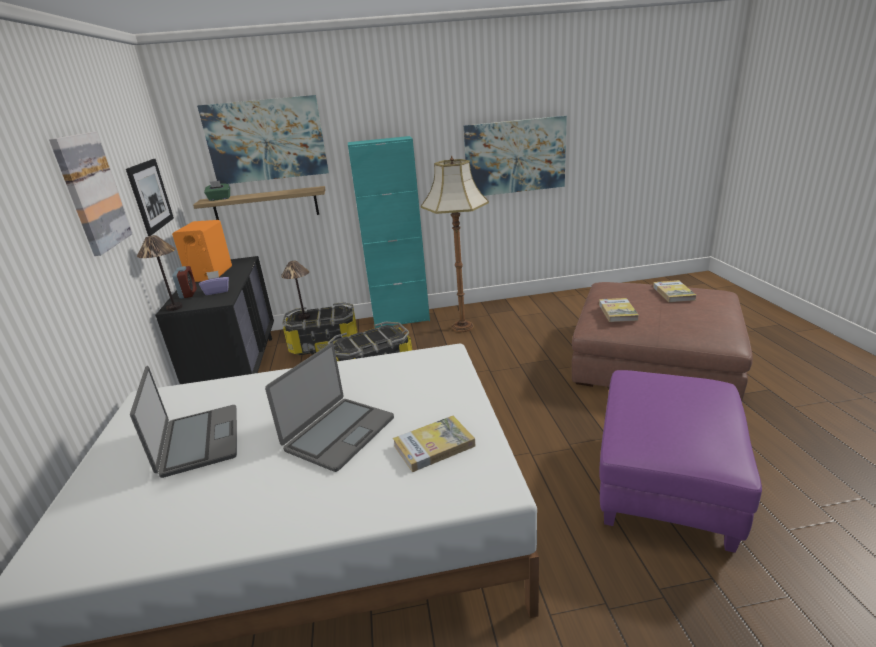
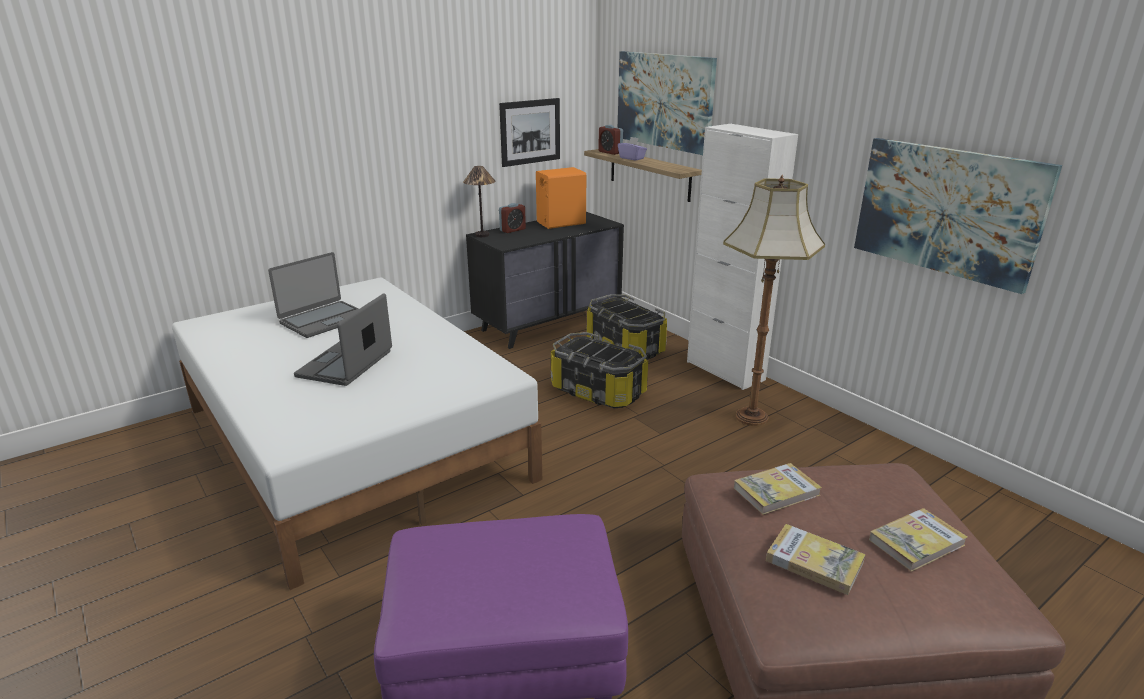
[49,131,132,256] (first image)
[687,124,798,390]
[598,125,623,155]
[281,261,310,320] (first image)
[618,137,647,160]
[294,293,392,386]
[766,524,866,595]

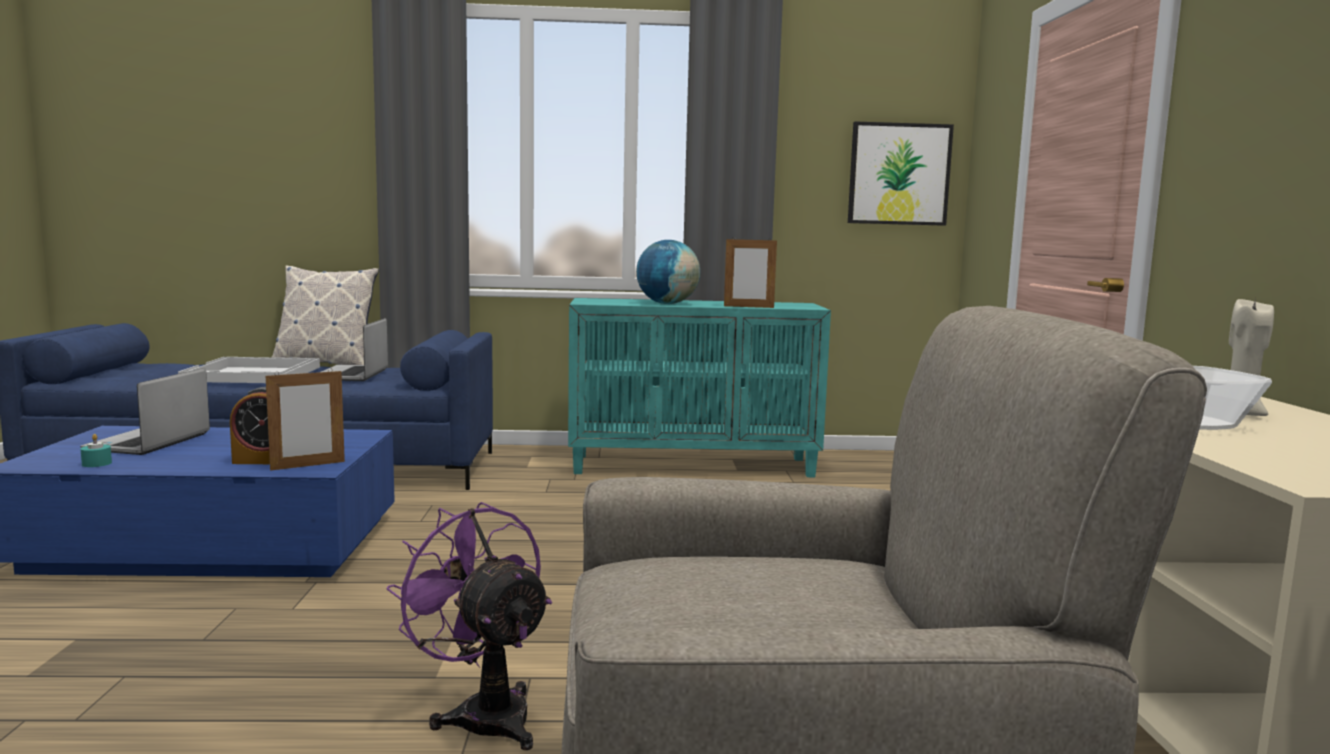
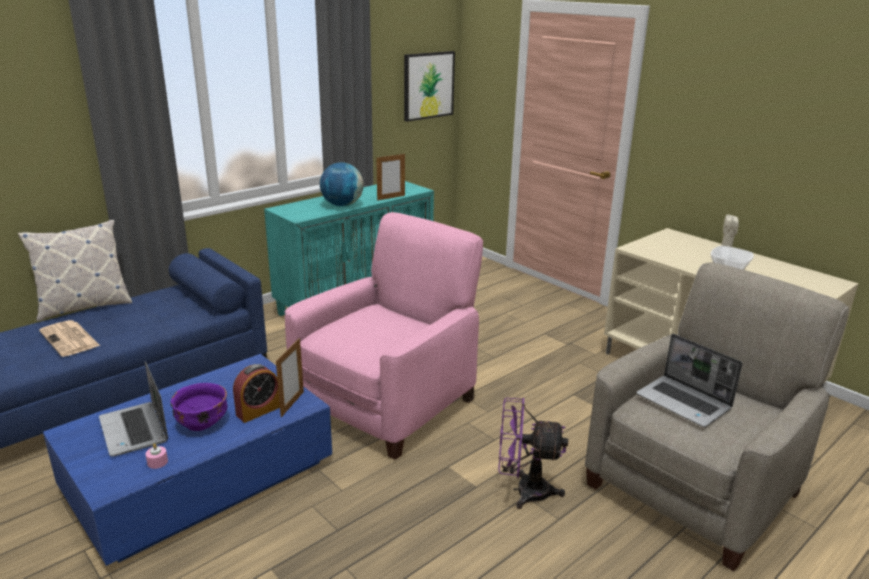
[636,334,742,427]
[39,320,100,357]
[145,443,168,469]
[285,212,483,460]
[170,383,227,431]

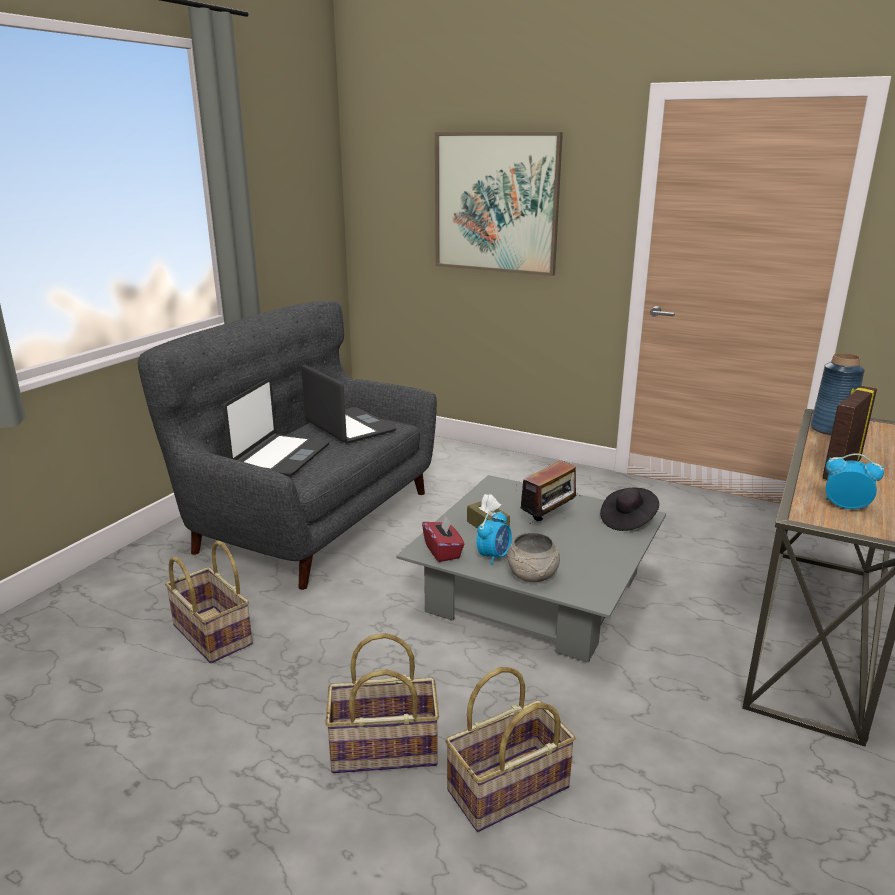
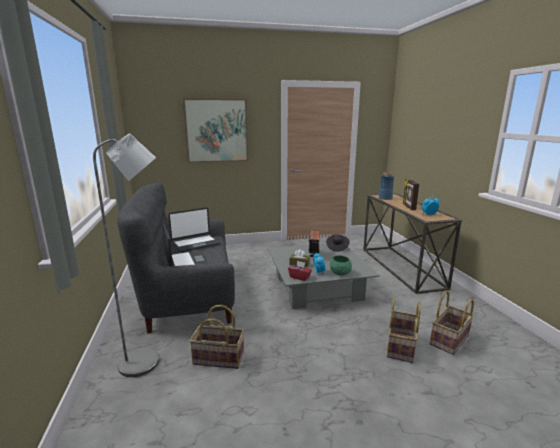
[168,207,220,252]
[330,255,352,275]
[430,291,474,355]
[93,133,159,377]

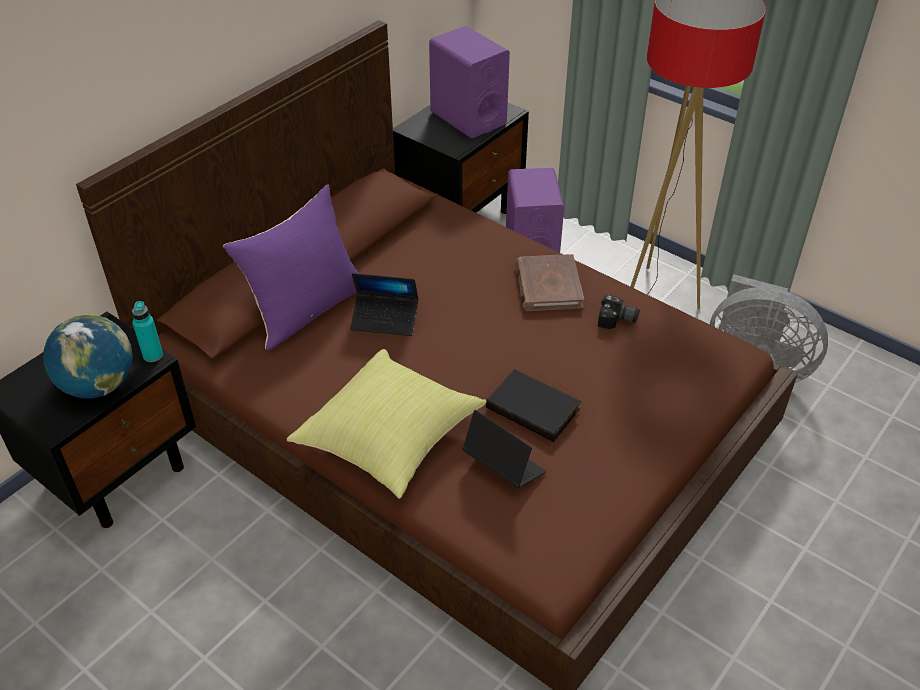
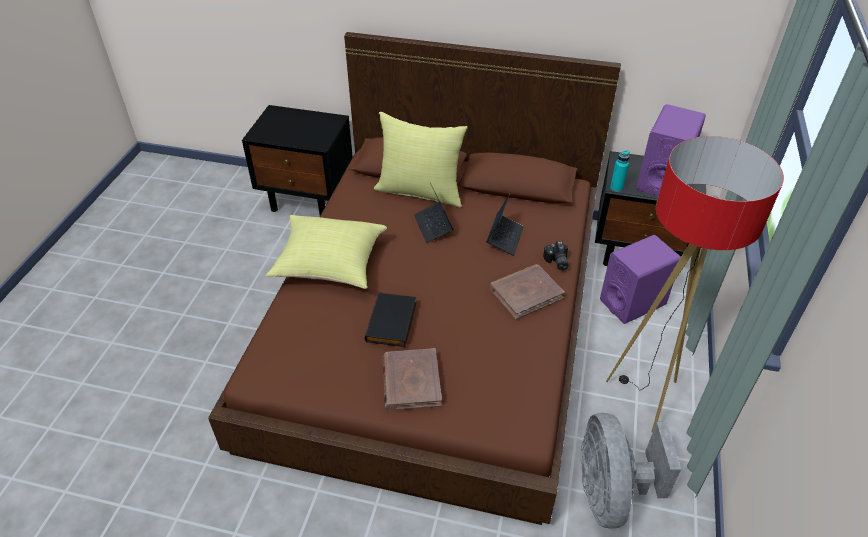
[374,112,468,208]
[543,241,569,271]
[610,150,630,192]
[43,314,133,399] (first image)
[486,194,524,256]
[382,348,442,411]

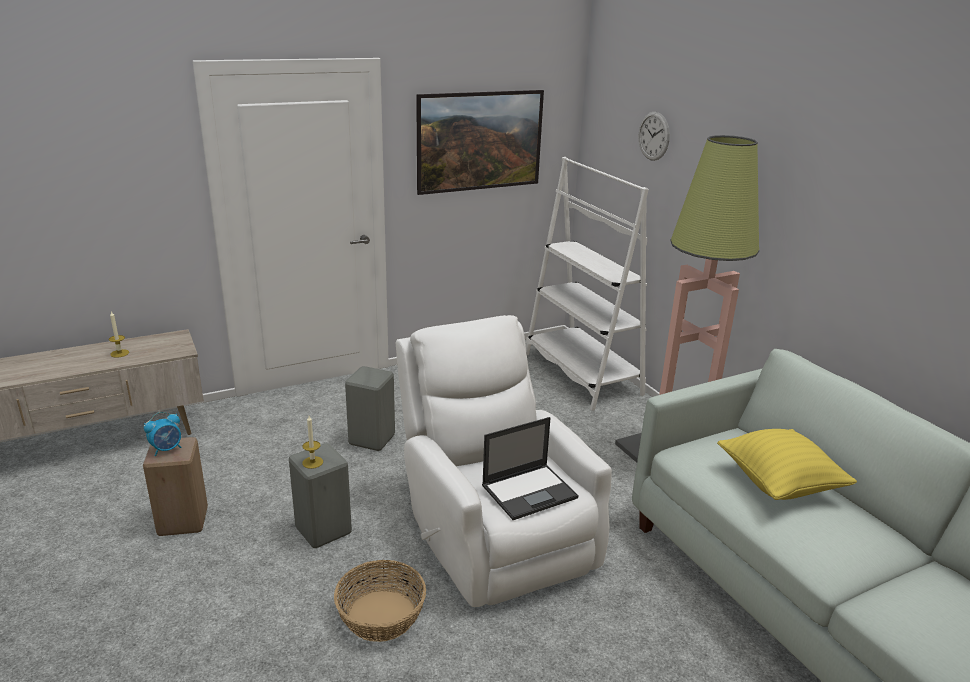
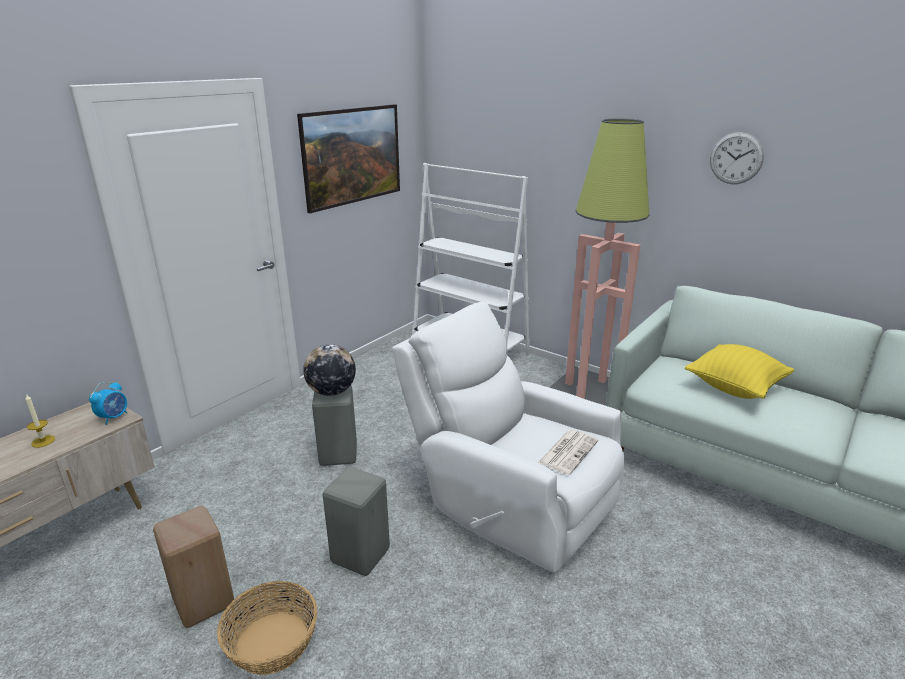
[710,132,764,184]
[89,382,128,425]
[302,416,323,469] (first image)
[538,430,598,475]
[217,581,317,675]
[303,344,356,396]

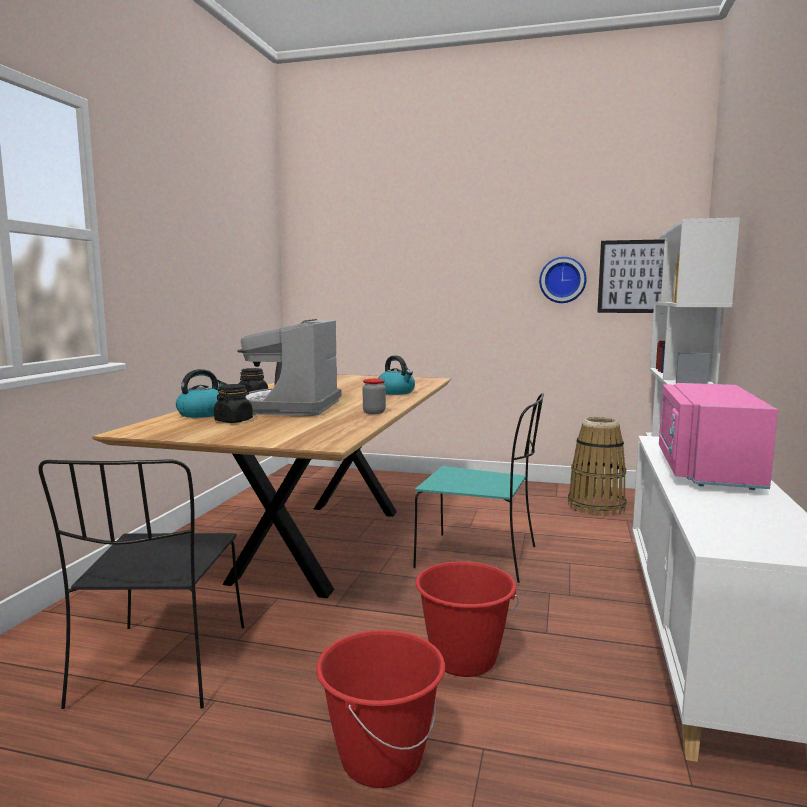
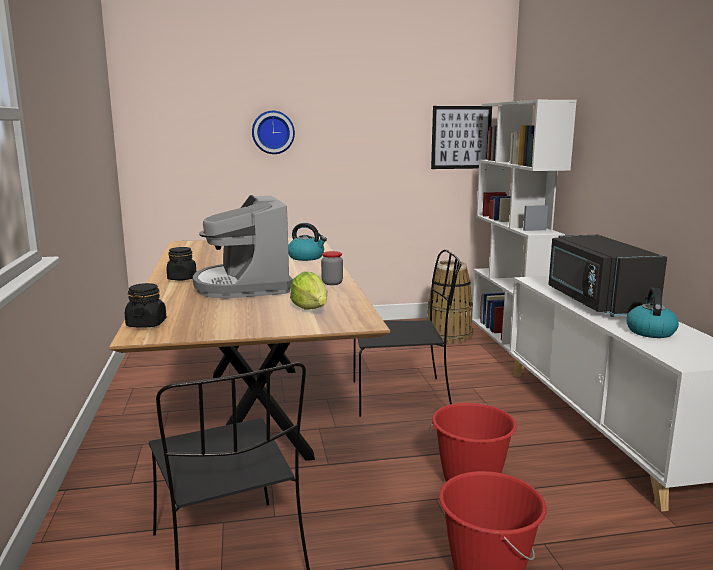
[252,111,295,154]
[626,288,679,338]
[548,235,667,317]
[125,283,166,328]
[354,249,461,417]
[290,272,327,309]

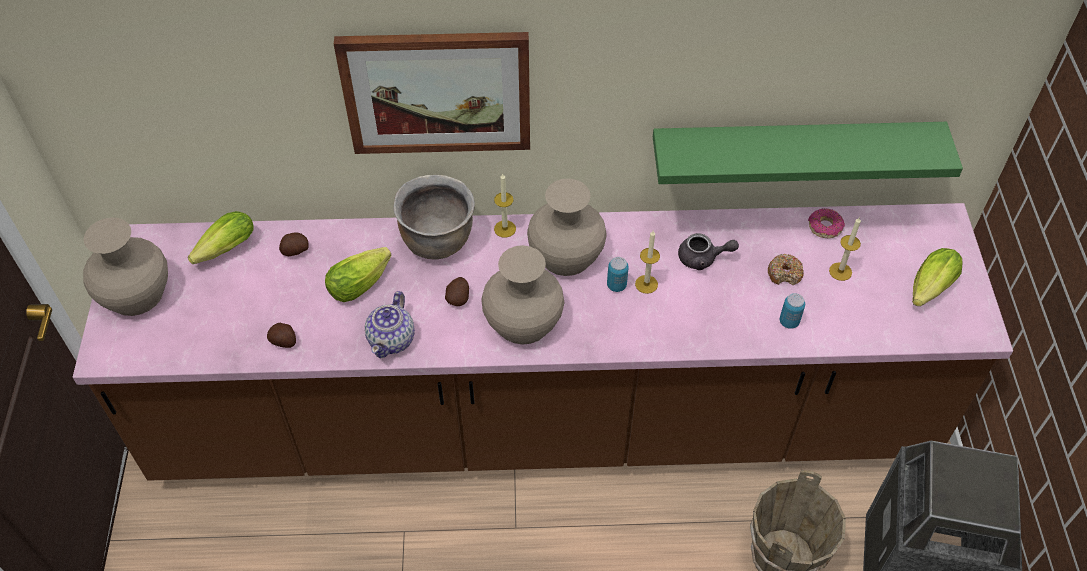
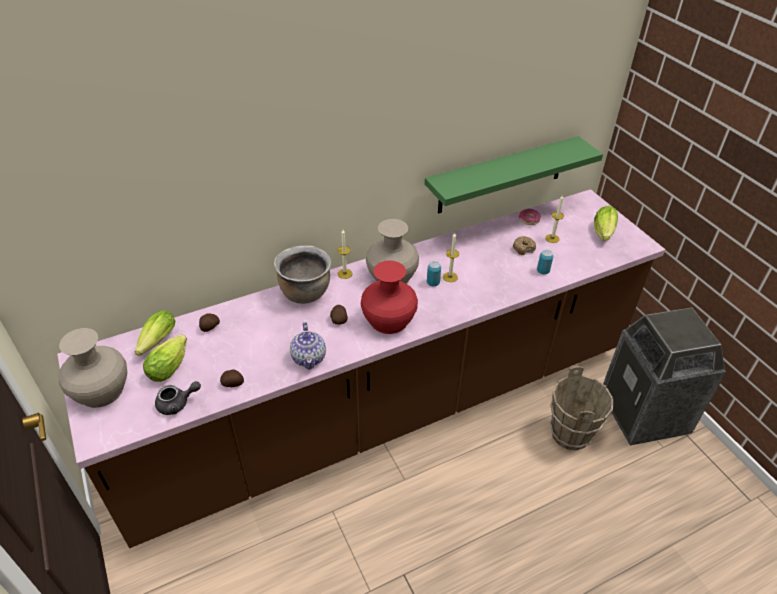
[334,32,530,154] (first image)
[155,381,201,415]
[361,260,418,334]
[143,334,187,382]

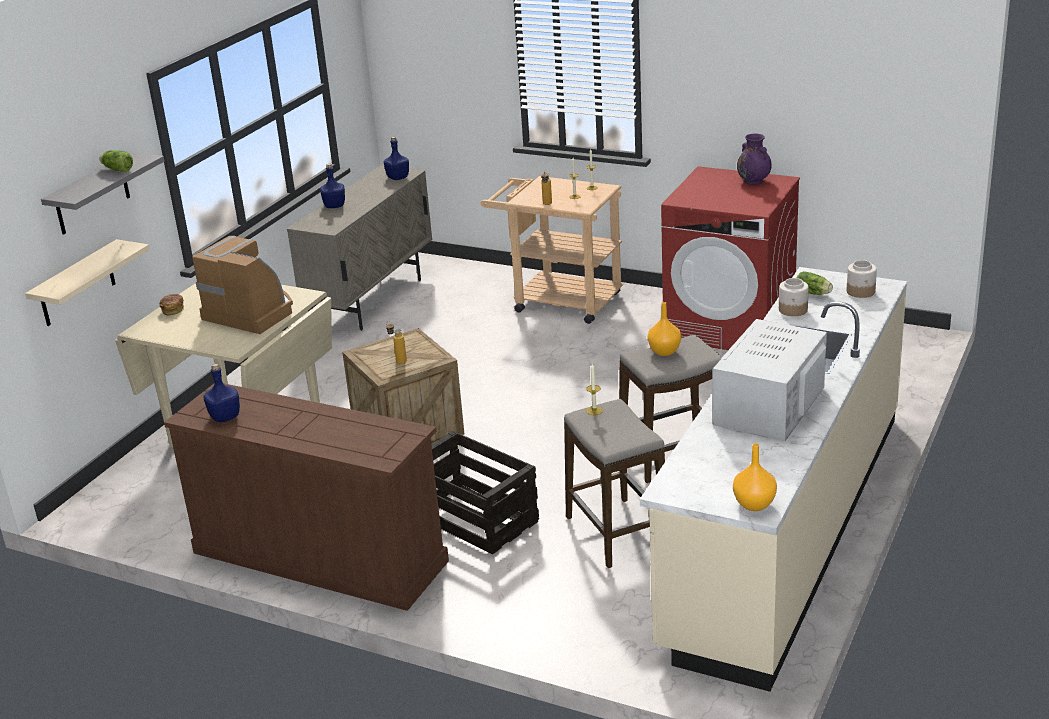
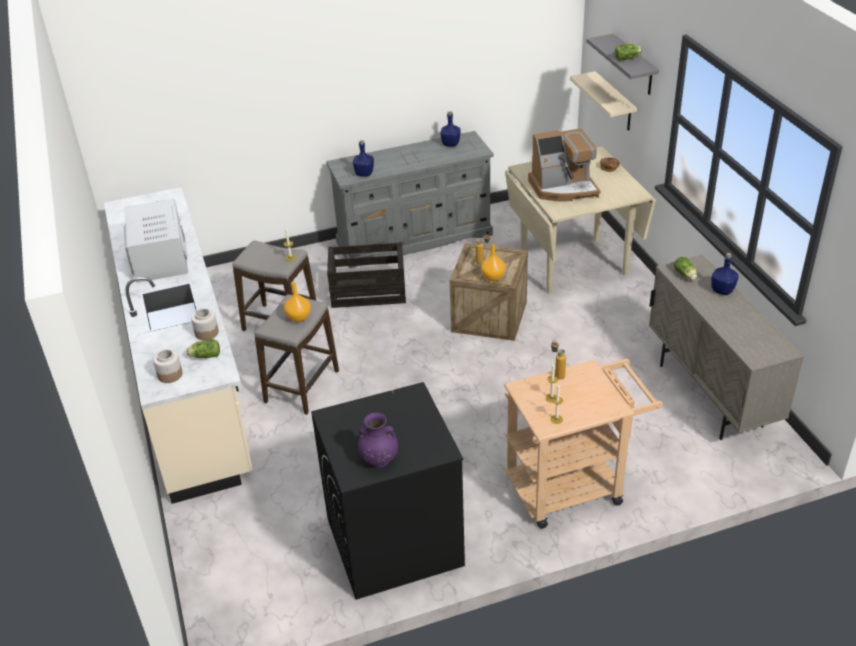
[353,140,374,177]
[311,382,465,600]
[326,131,494,268]
[481,244,505,281]
[674,257,697,280]

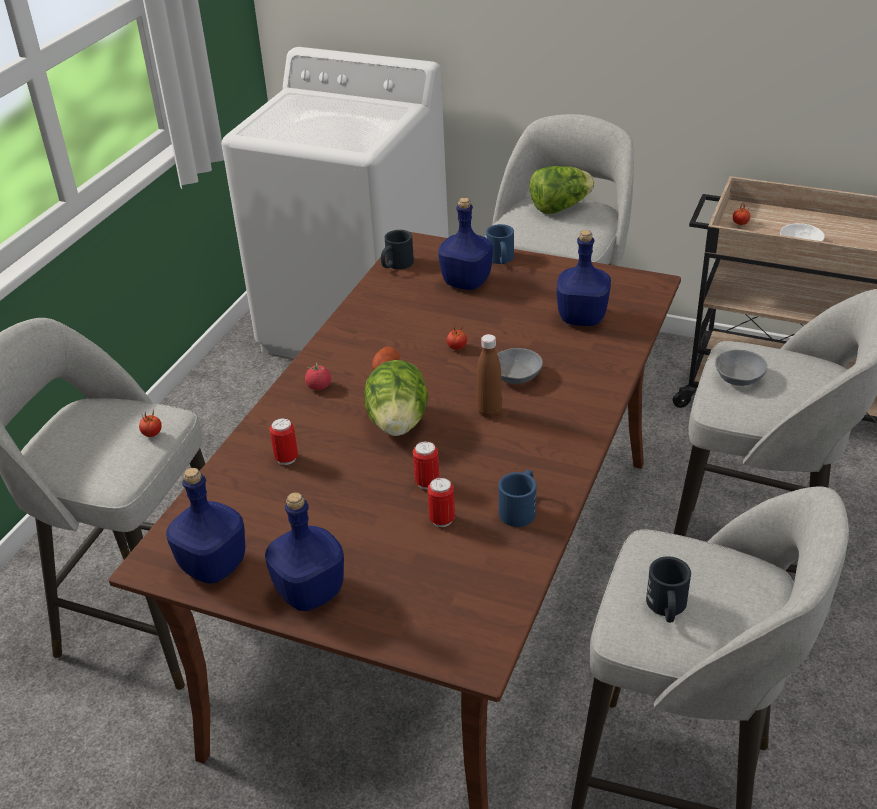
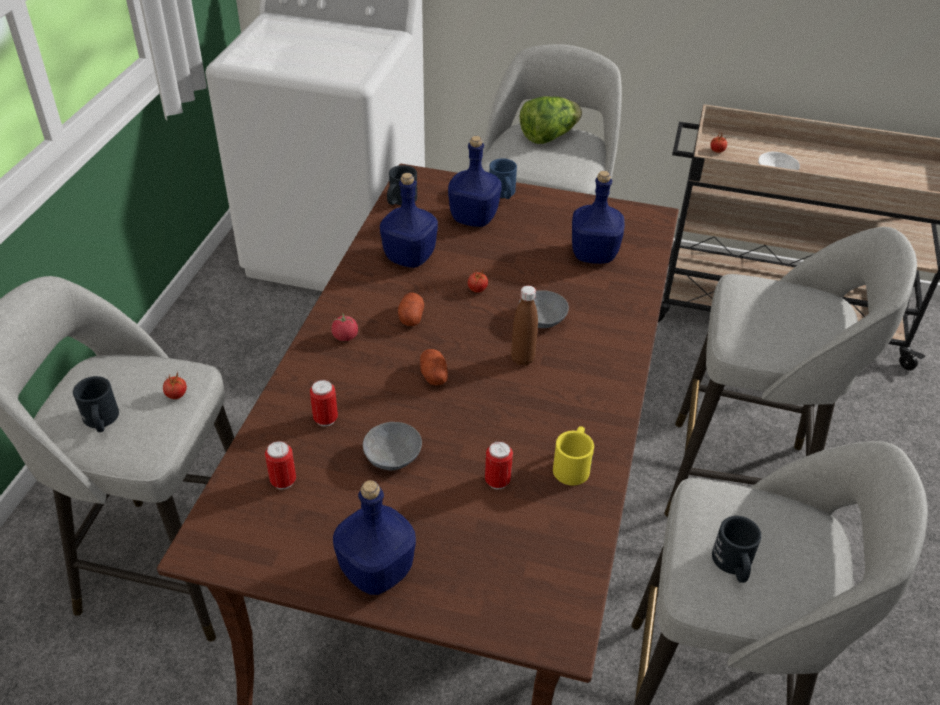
[363,422,422,470]
[420,349,448,385]
[265,441,296,489]
[380,173,438,268]
[553,426,594,486]
[73,376,119,432]

